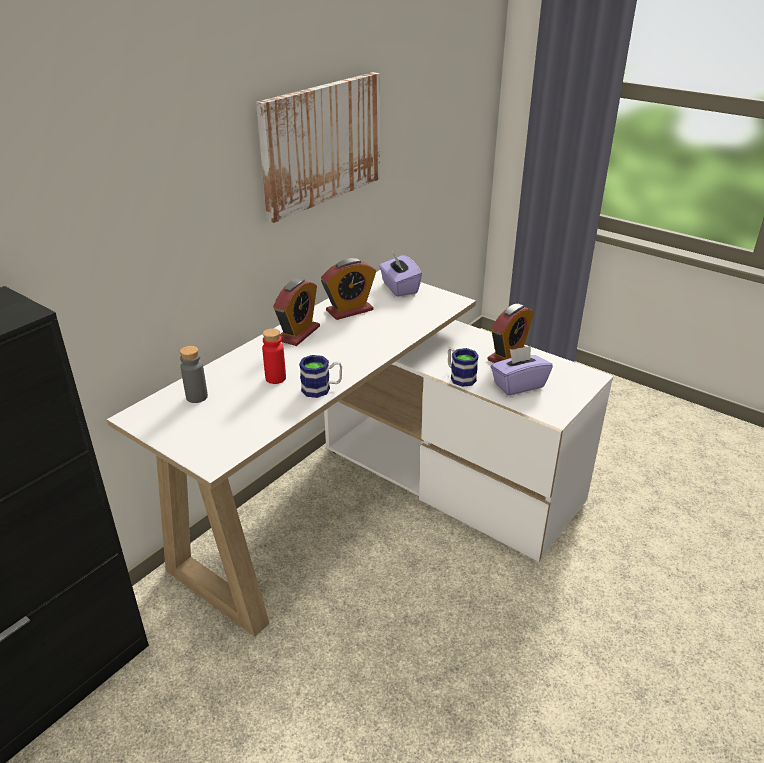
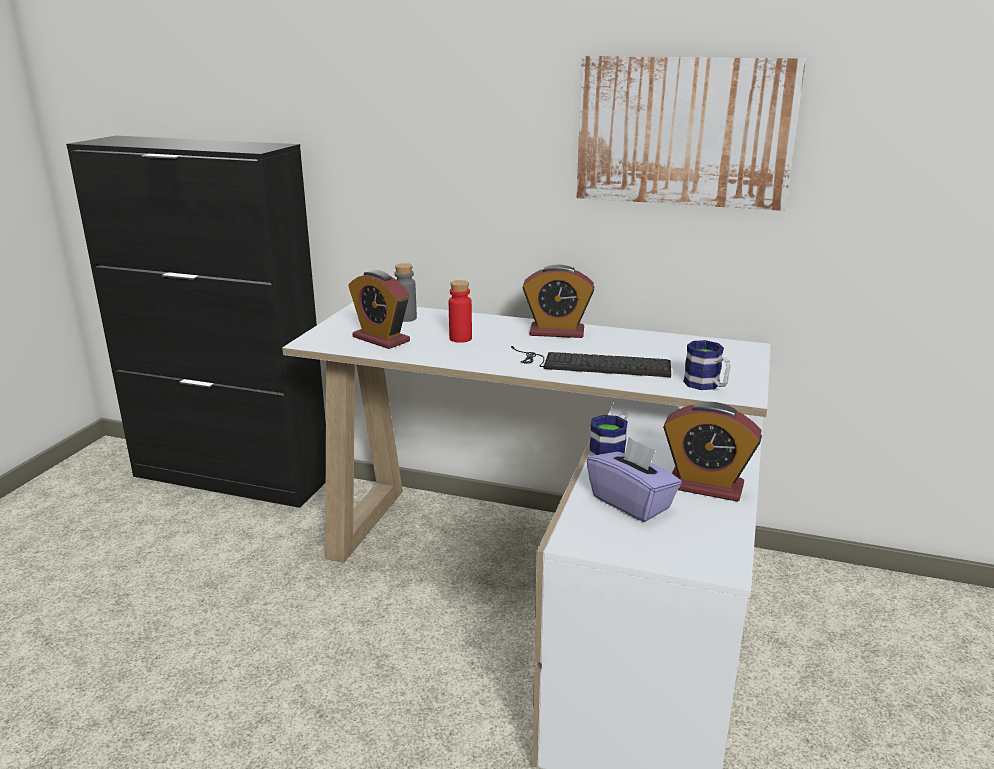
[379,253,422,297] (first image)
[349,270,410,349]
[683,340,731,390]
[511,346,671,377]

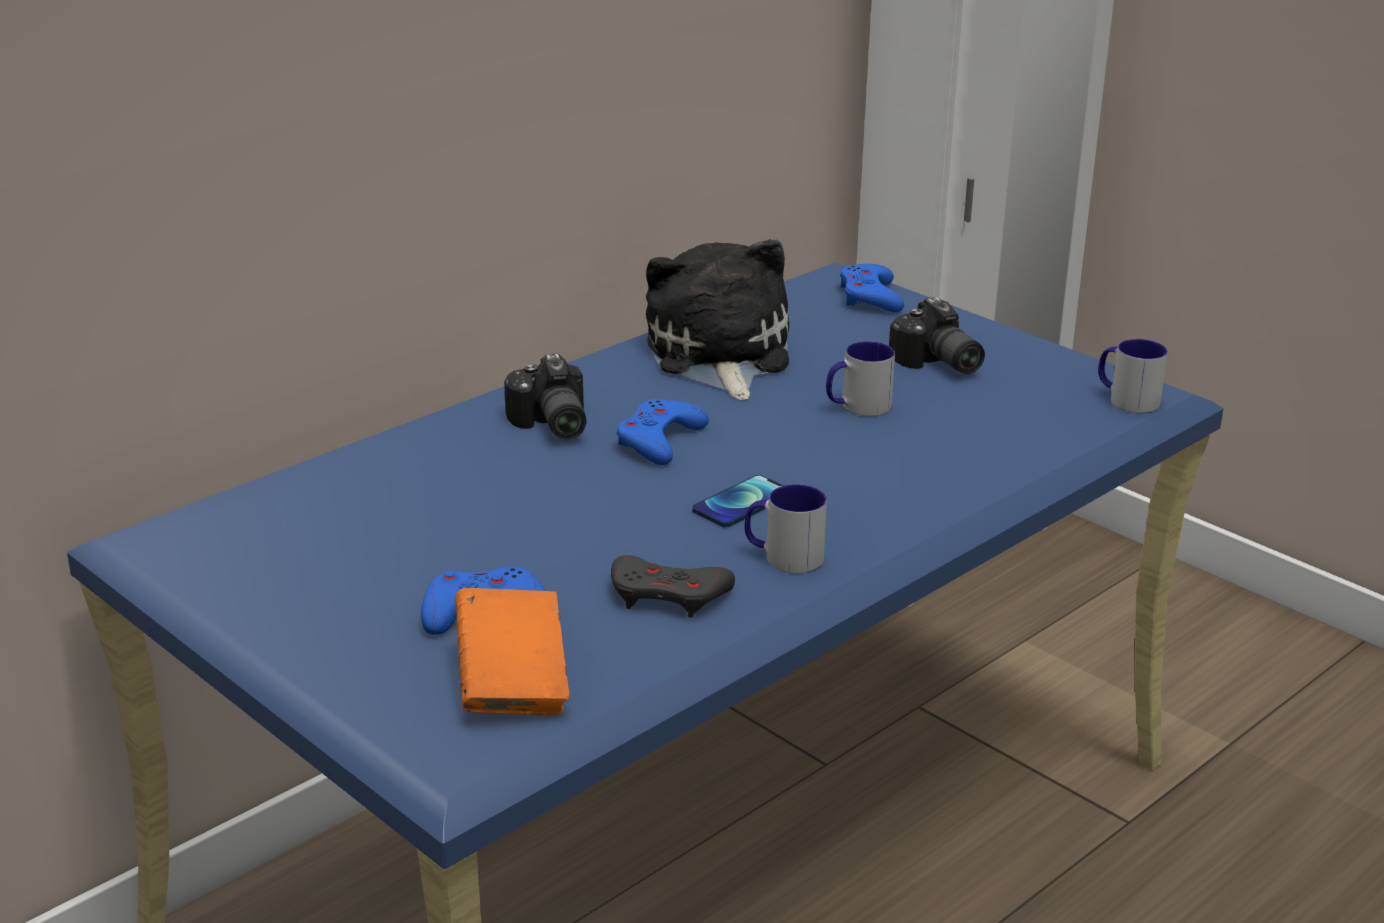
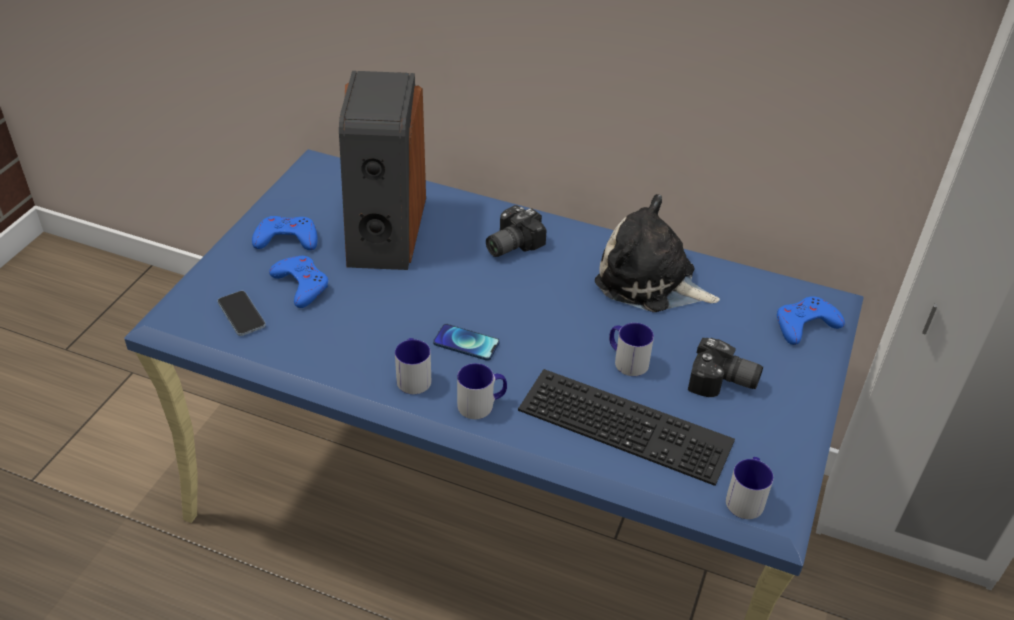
[595,194,720,312]
[688,338,763,397]
[252,216,318,250]
[611,555,735,617] (first image)
[218,291,266,336]
[339,71,426,270]
[457,363,507,419]
[518,369,735,486]

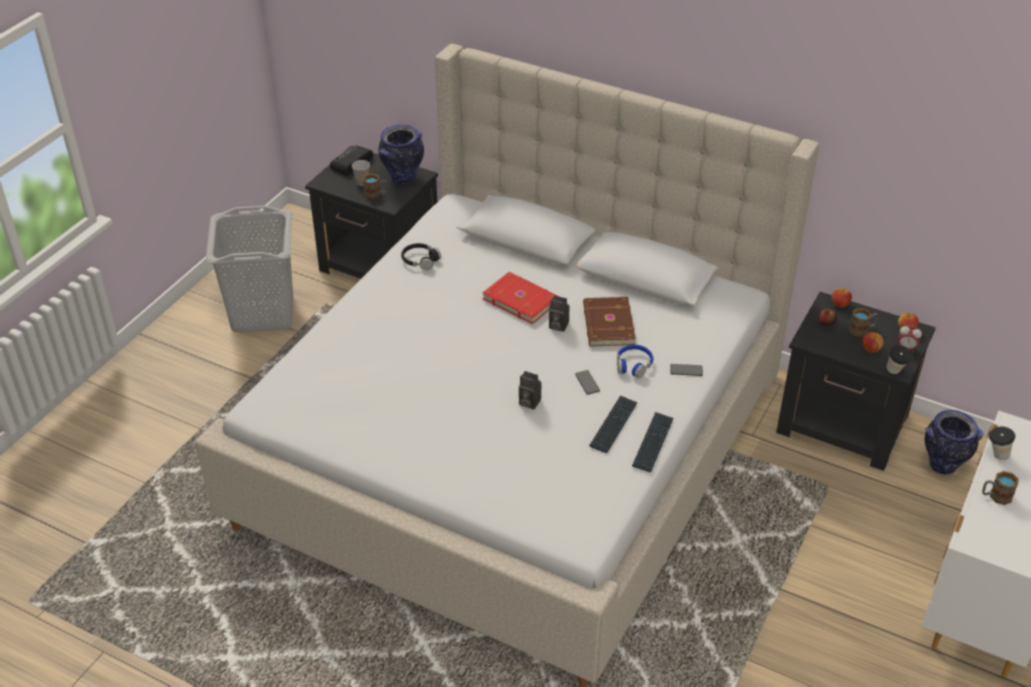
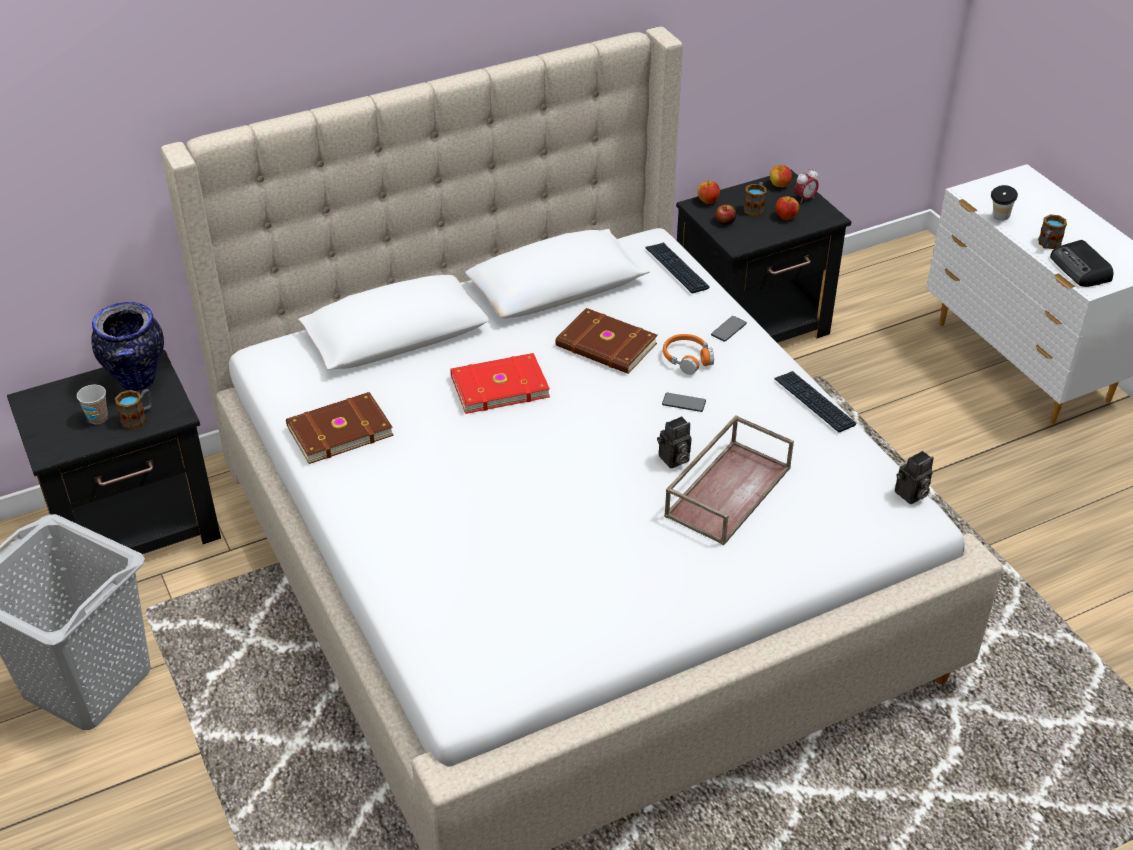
[1050,240,1113,287]
[286,392,394,464]
[895,451,934,504]
[663,334,714,375]
[887,345,912,374] (first image)
[646,243,710,293]
[925,410,983,475] (first image)
[664,415,794,545]

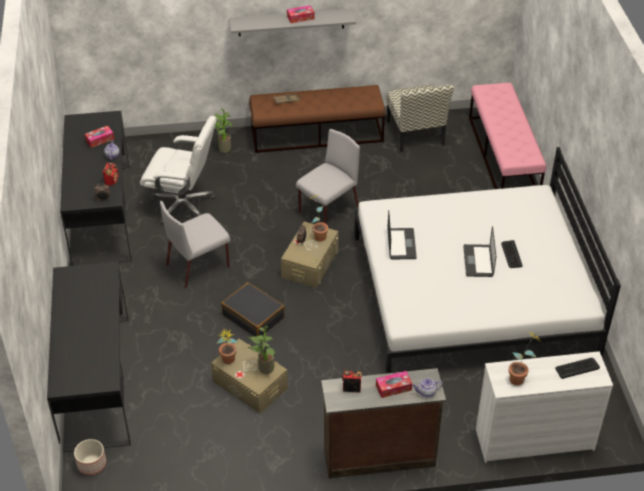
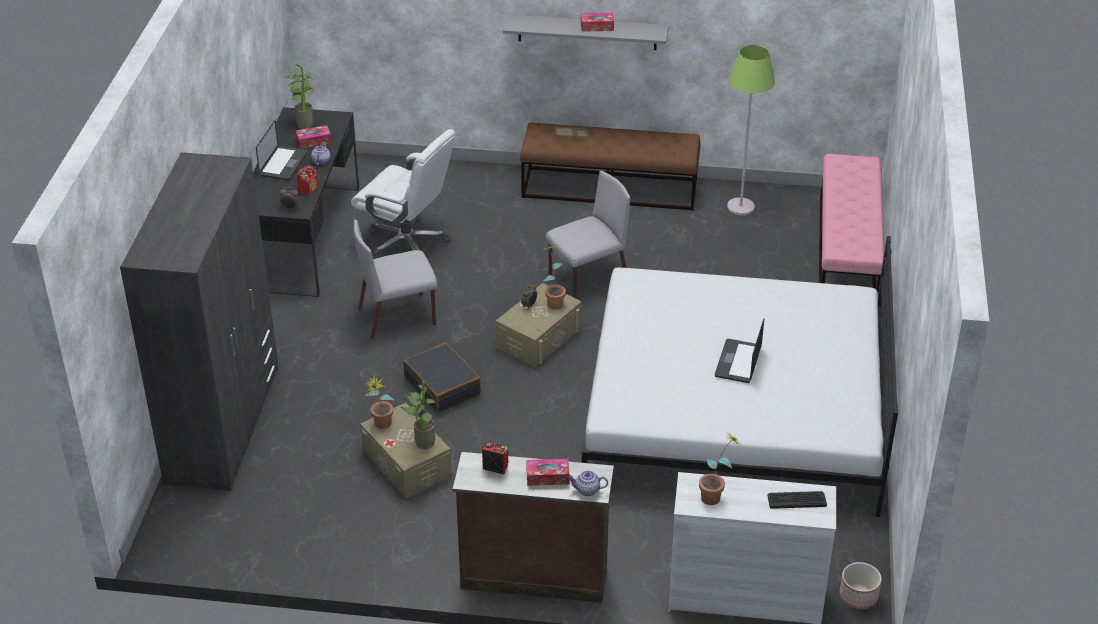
[727,45,775,215]
[283,64,315,129]
[256,120,308,180]
[501,240,523,268] (first image)
[120,152,278,491]
[839,562,882,609]

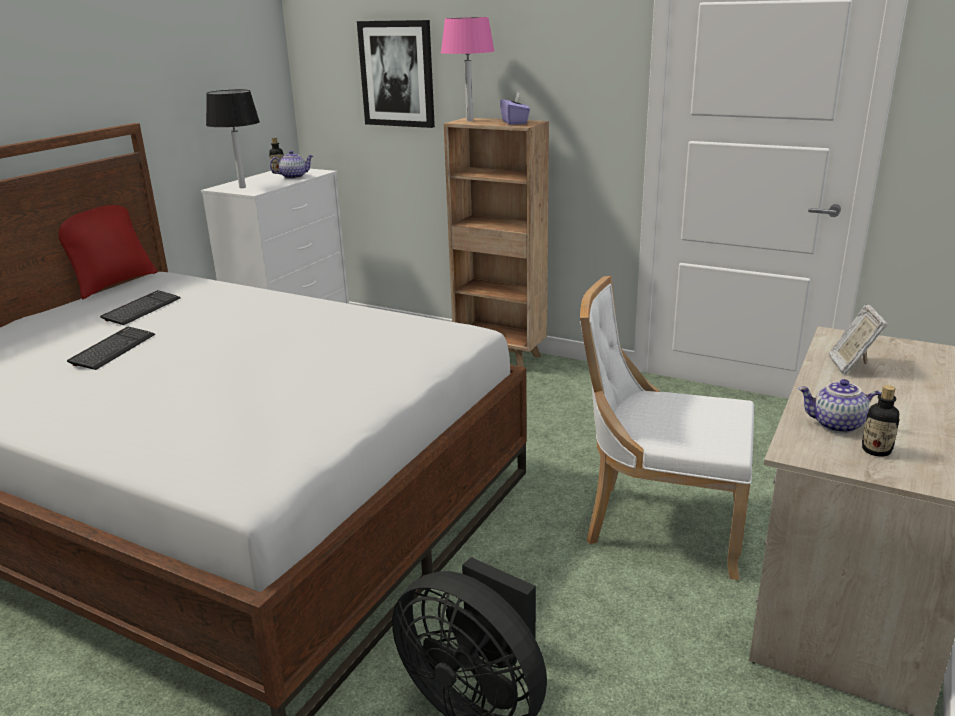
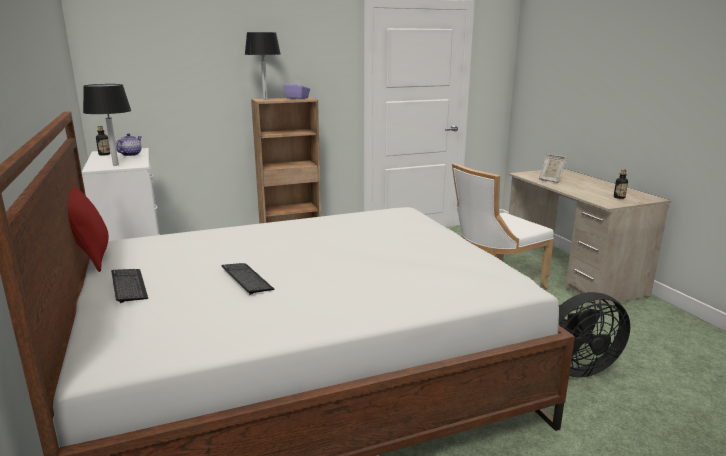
[245,32,281,100]
[357,20,435,128] (first image)
[111,269,148,303]
[797,379,882,433] (first image)

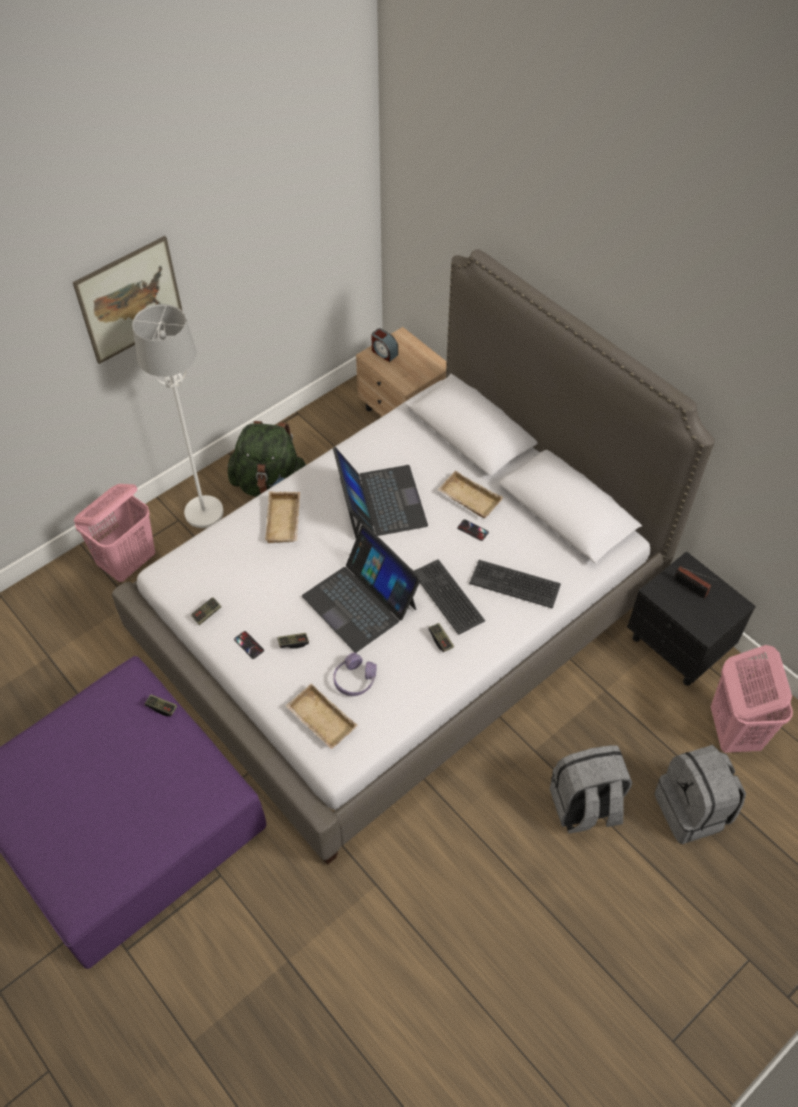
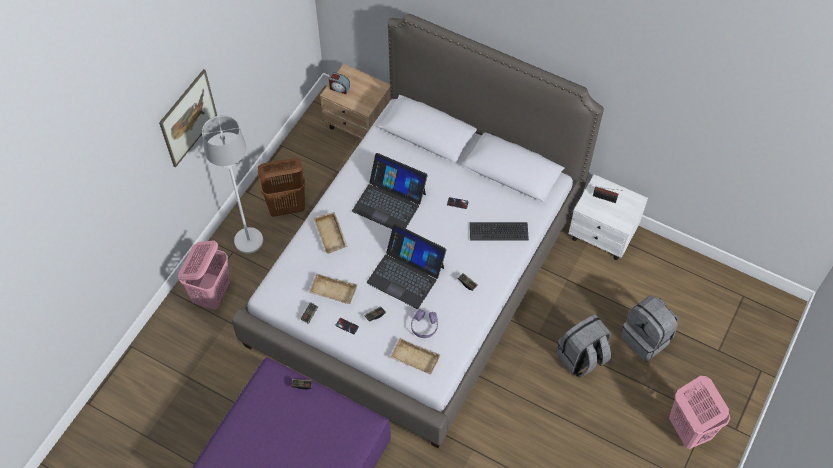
[258,158,305,217]
[352,153,428,229]
[309,273,357,304]
[568,174,648,260]
[414,559,485,635] (first image)
[669,376,730,449]

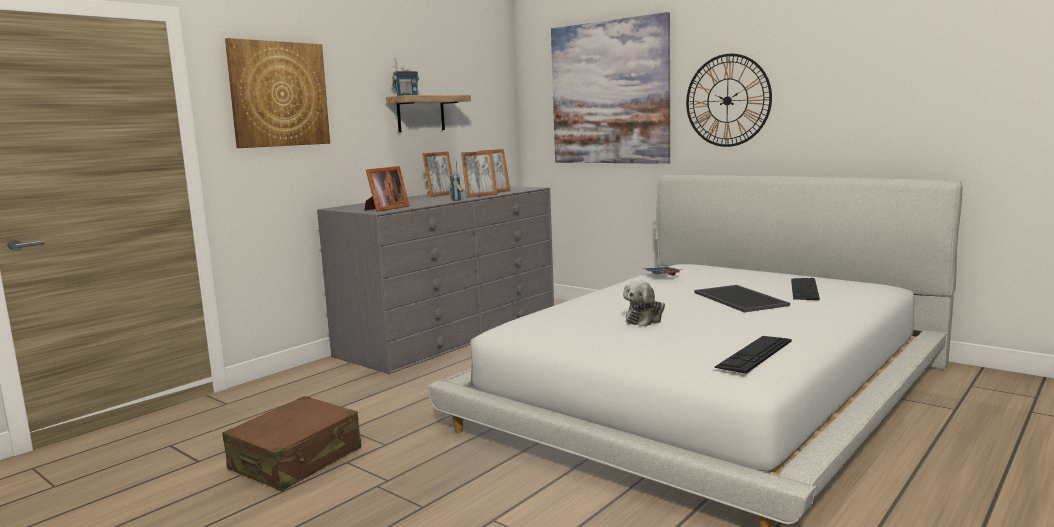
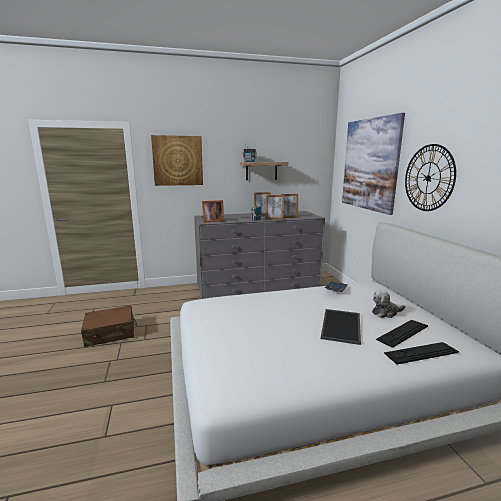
[372,290,405,318]
[384,342,459,364]

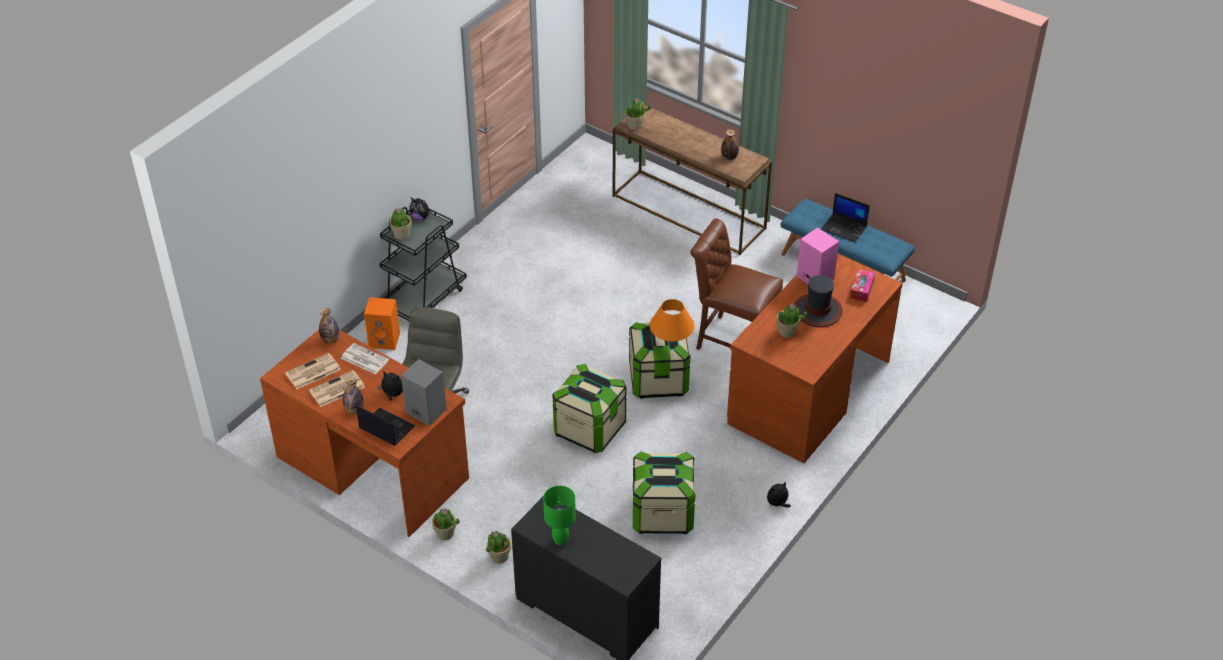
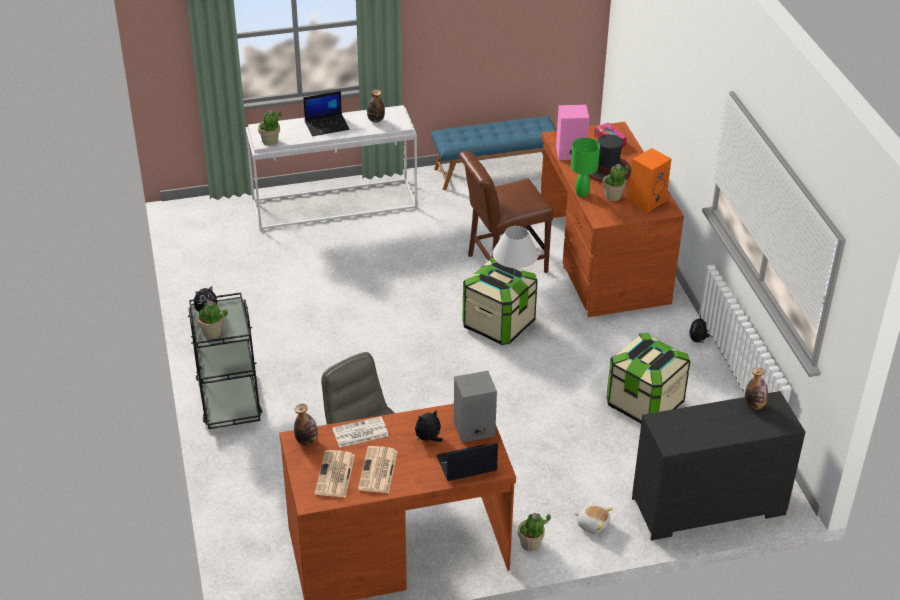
[246,105,417,230]
[303,91,350,136]
[628,148,671,212]
[492,226,539,274]
[553,364,626,453] (first image)
[745,368,768,410]
[571,138,600,197]
[575,505,613,534]

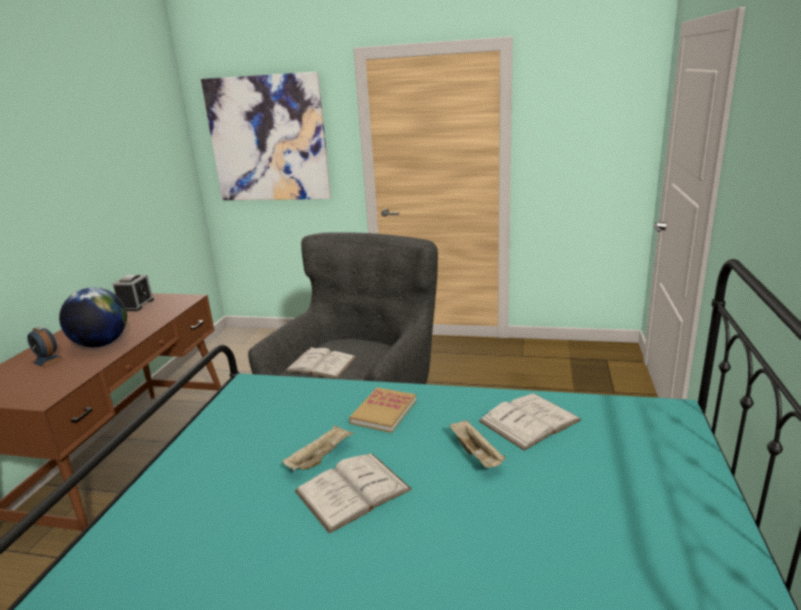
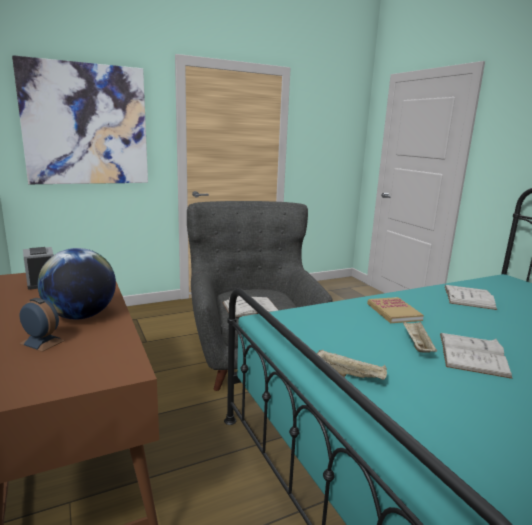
[19,298,65,352]
[317,349,387,380]

